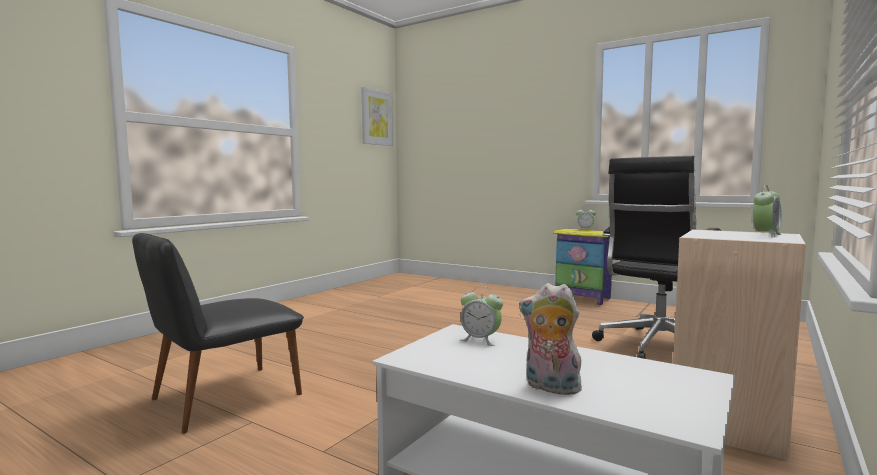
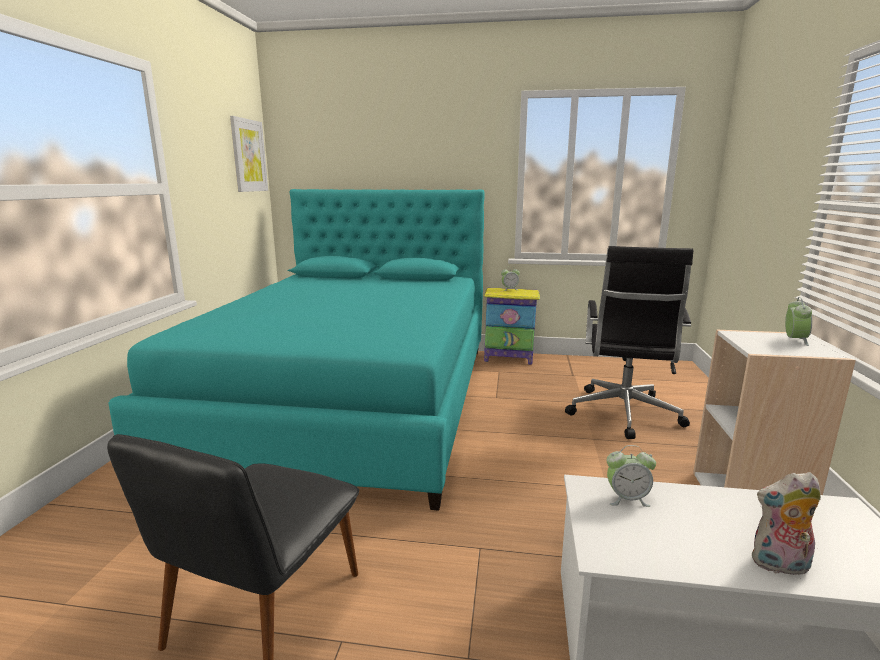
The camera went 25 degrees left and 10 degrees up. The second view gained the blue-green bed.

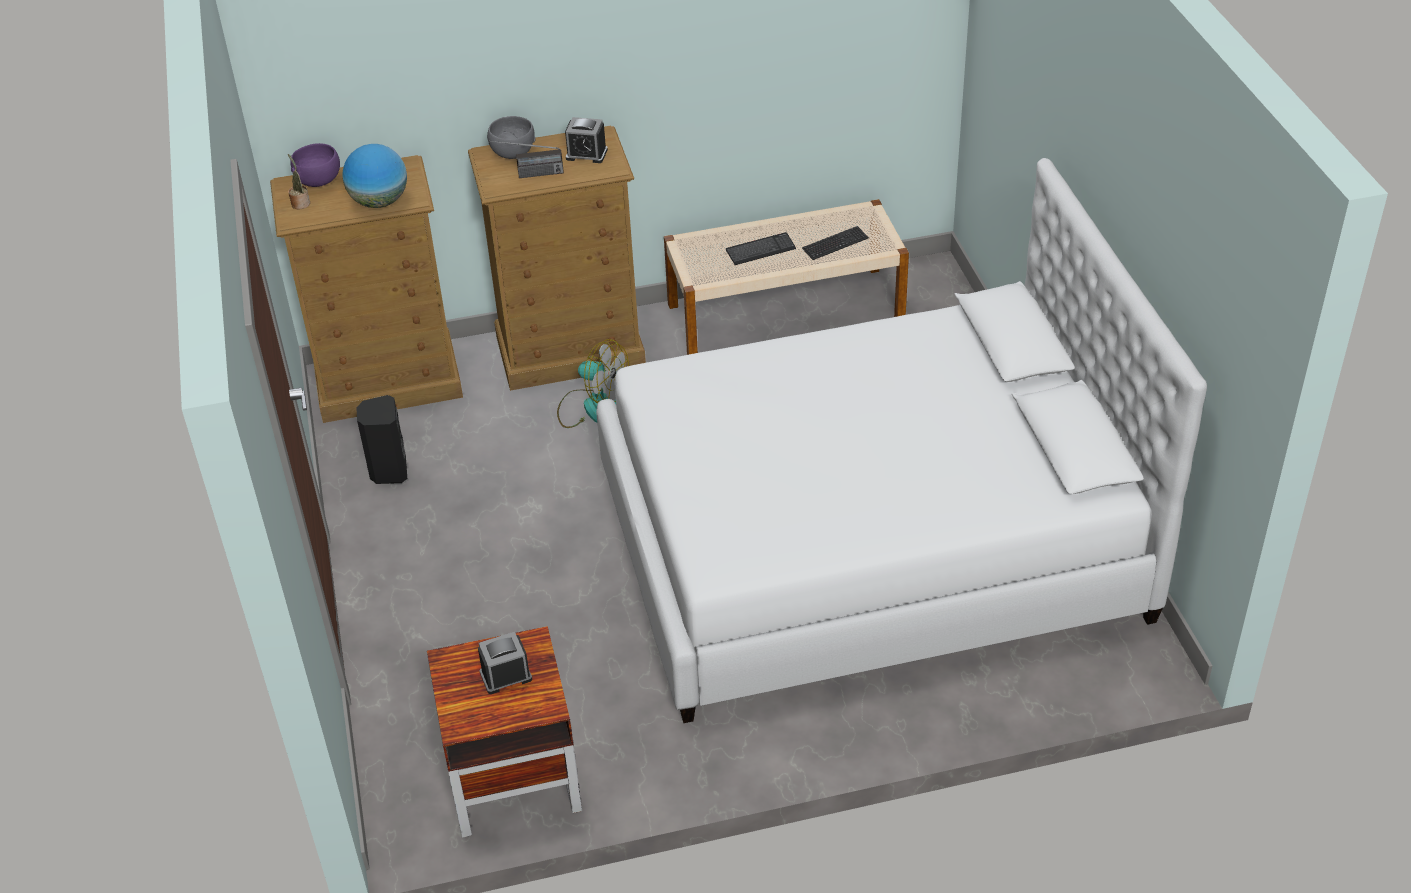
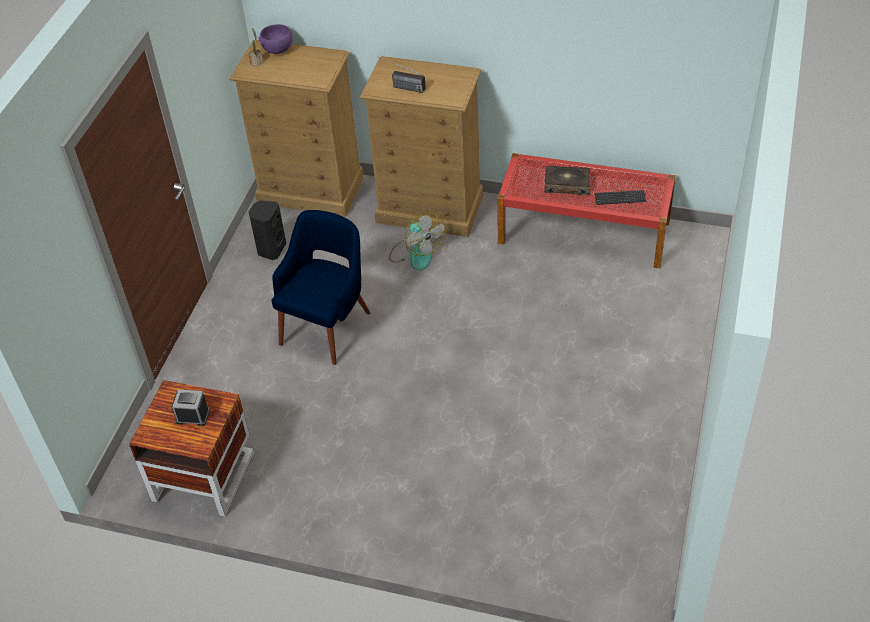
The camera went 30 degrees right and 5 degrees up. The second view lost the desk globe. The second view lost the grey deep dish. The second view lost the table clock (2nd from left). The second view lost the whitish bed. What was the sand-coloured bench turned into the red-coloured bench. Where the computer keyboard (1st from left) stood, the volume came to stand. The second view gained the bluish lounge chair.

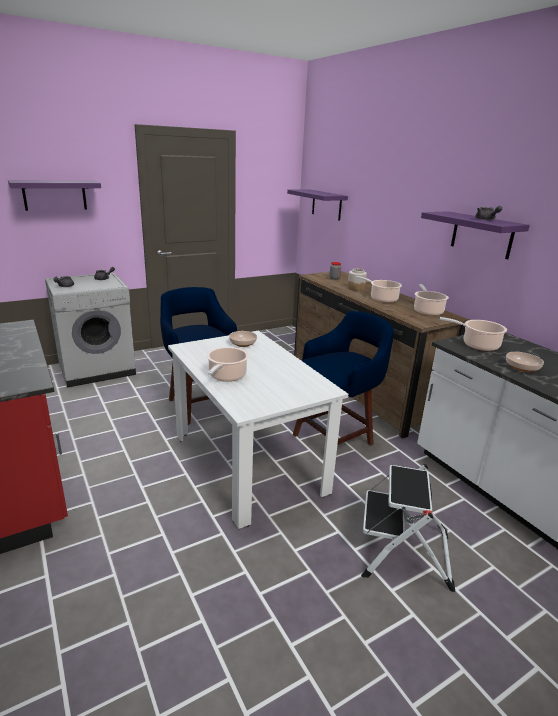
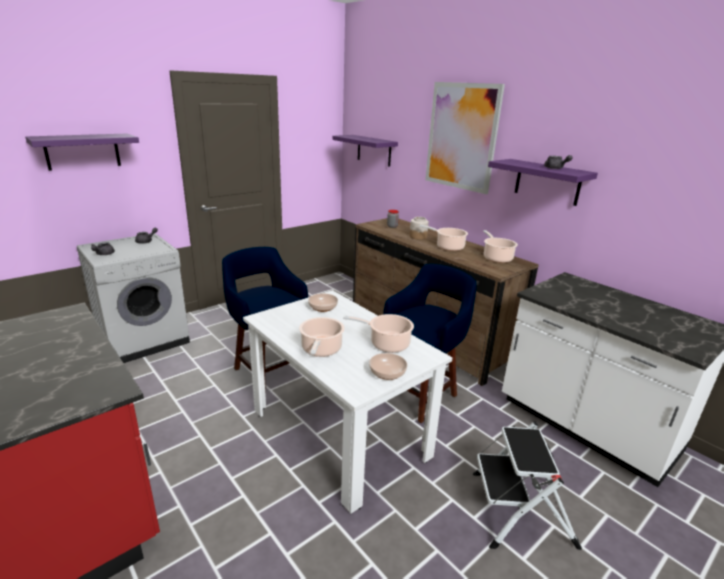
The camera went 10 degrees left and 0 degrees up. The cooking pot (4th from left in the first image) ended up elsewhere. The deep dish (2nd from left) ended up elsewhere. The second view gained the picture.

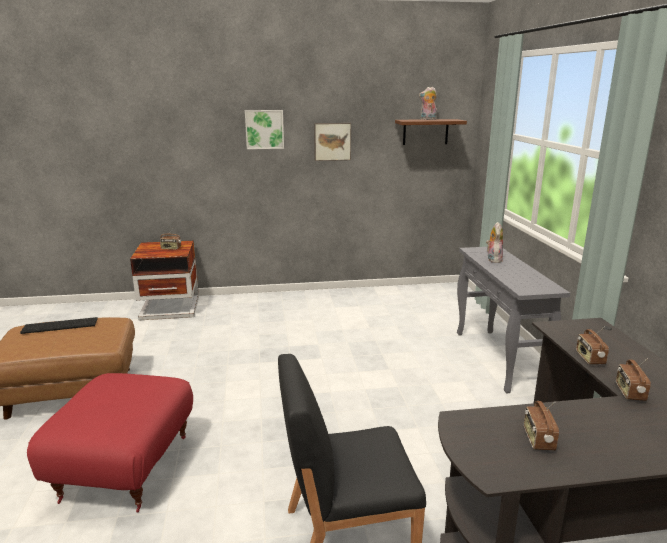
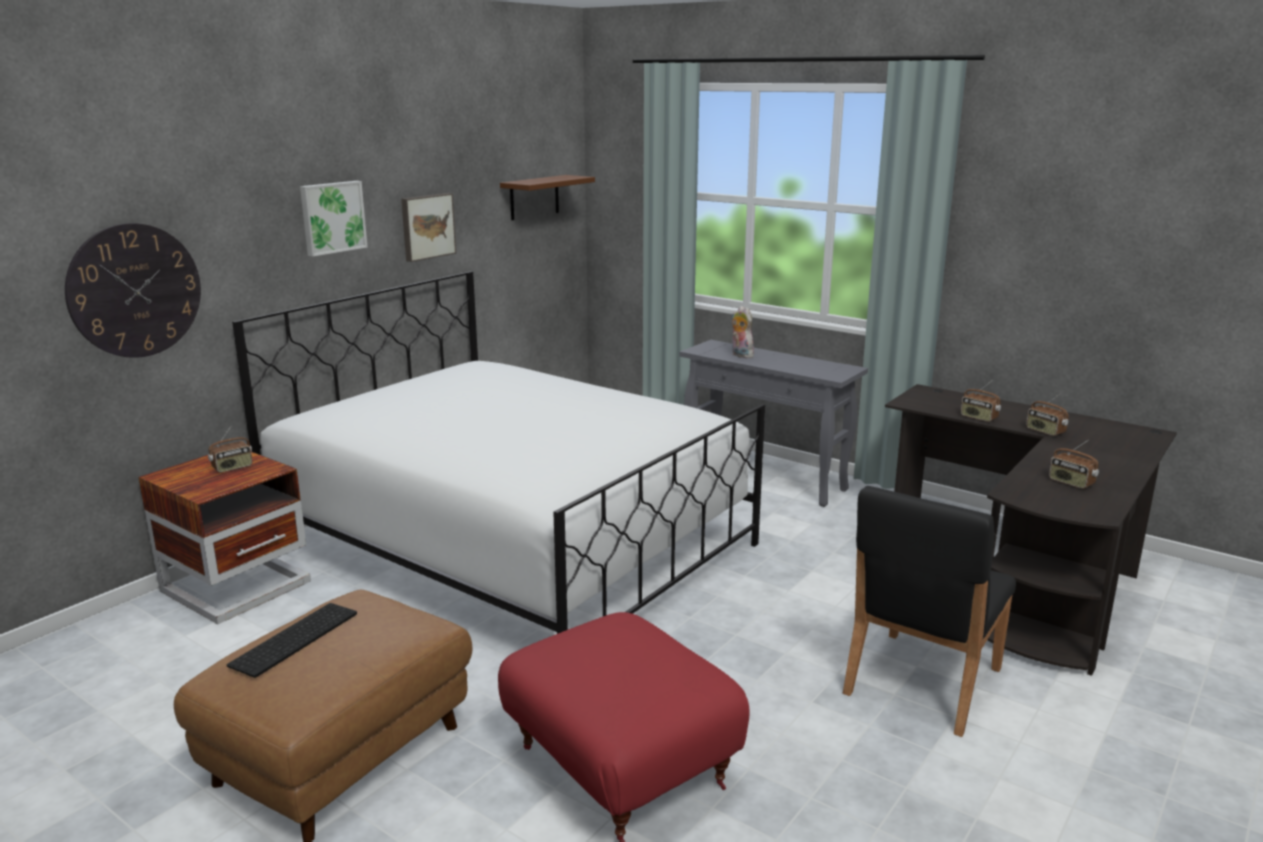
The camera went 45 degrees left and 0 degrees up. The second view lost the soft toy (1st from left). The second view gained the clock on the wall. The second view gained the whitish bed.

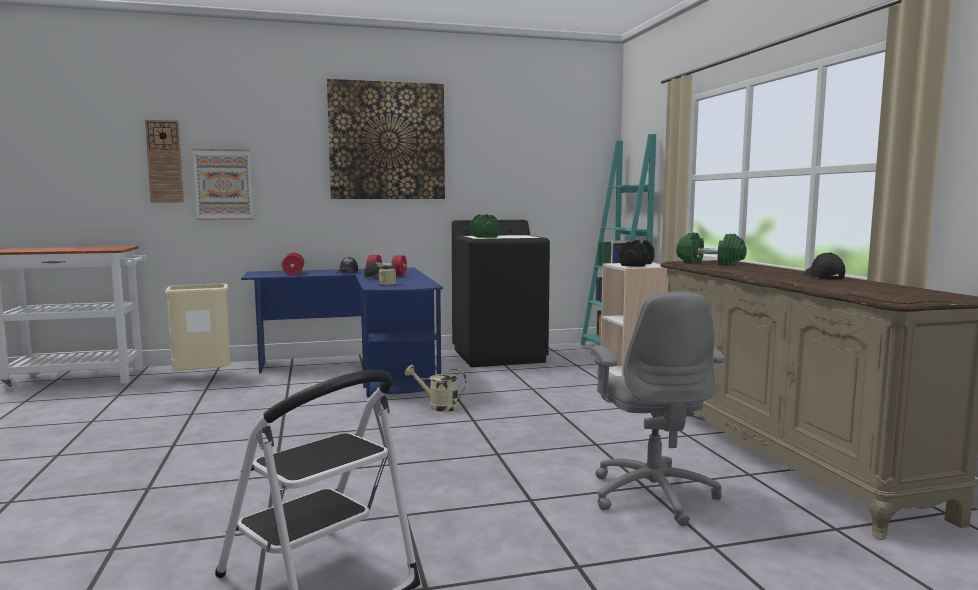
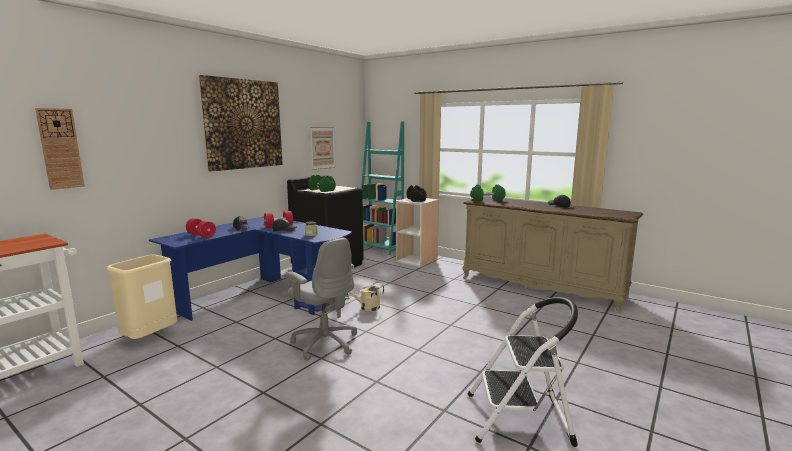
The camera went 40 degrees left and 5 degrees up. The picture (1st from left in the first image) ended up elsewhere. The grey office chair ended up elsewhere.

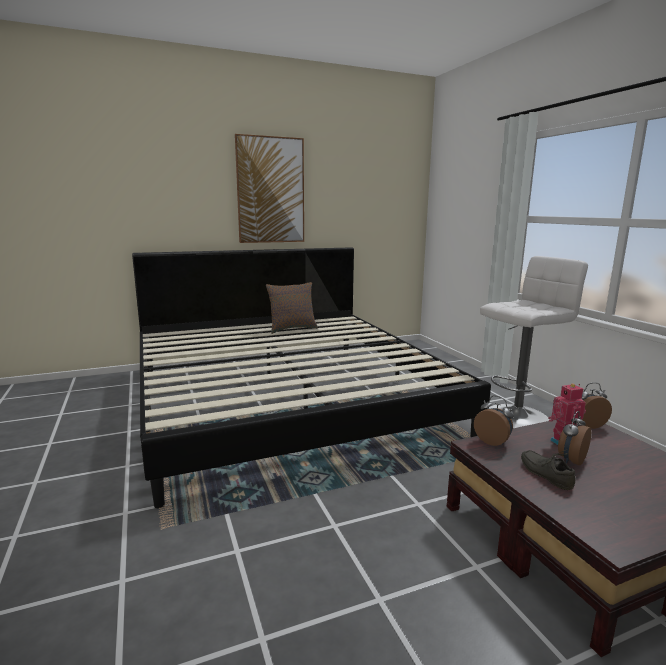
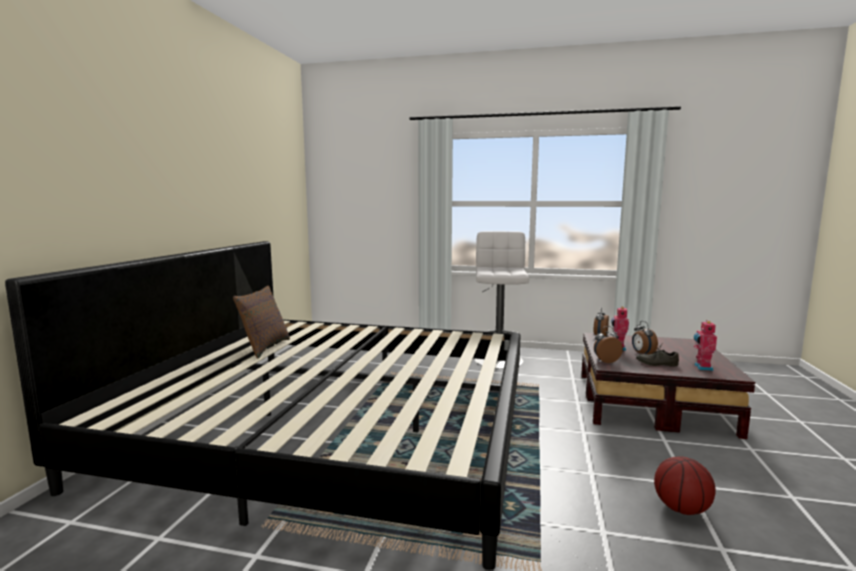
The camera went 55 degrees left and 5 degrees down. The second view lost the picture. The second view gained the ball for basketball. The second view gained the model robot (2nd from left).

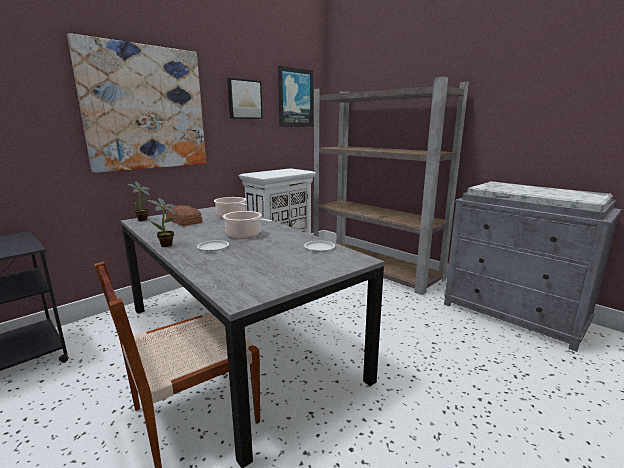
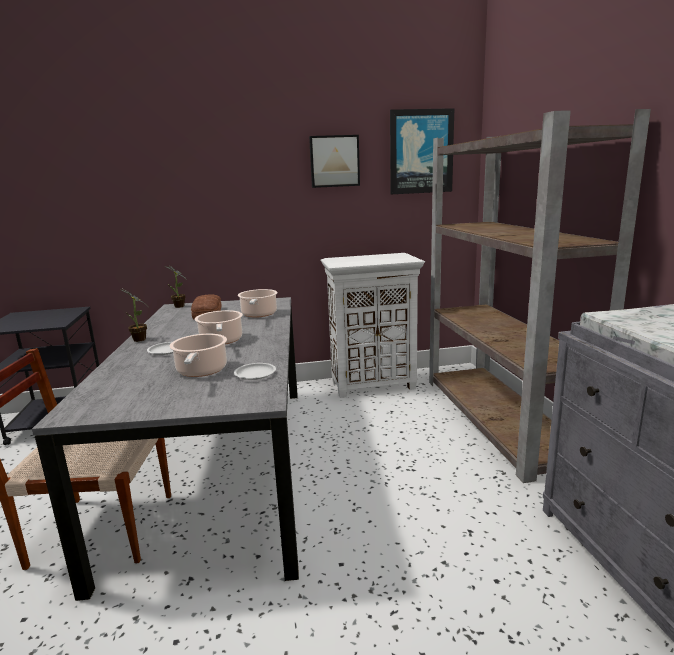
The camera went 35 degrees right and 0 degrees up. The second view lost the picture (1st from left). The second view gained the cooking pot (1st from left).

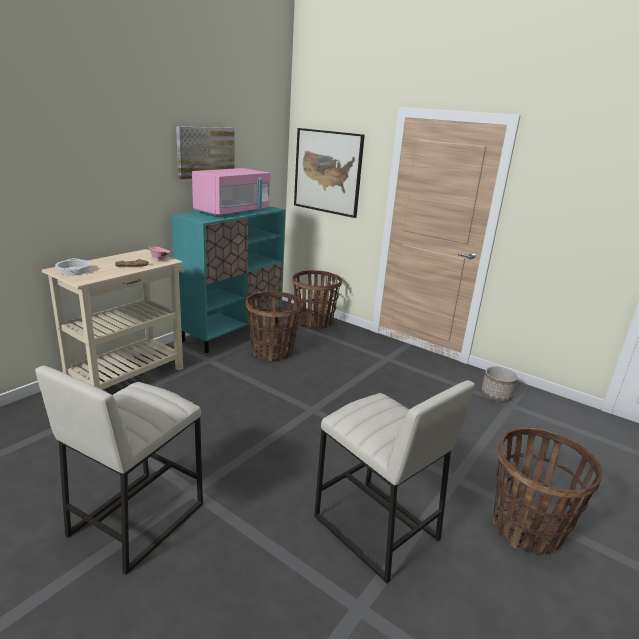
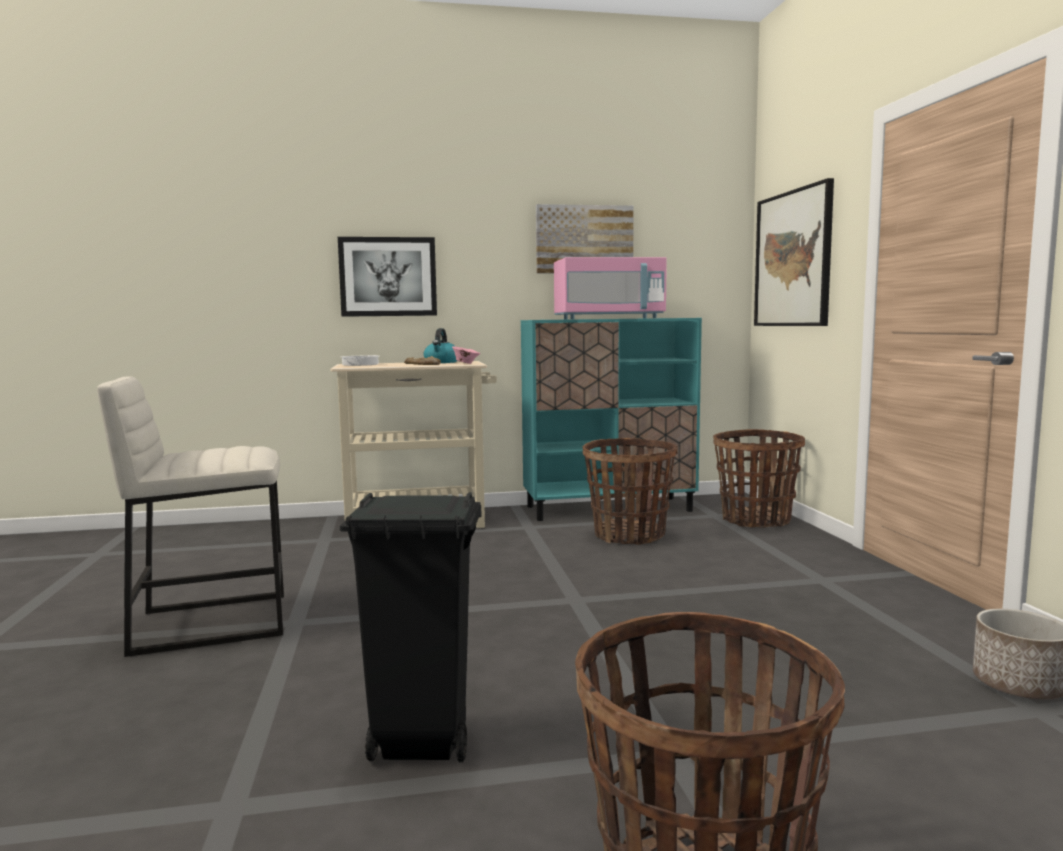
The camera went 45 degrees right and 15 degrees down. Where the sand-coloured stool seat (2nd from left) stood, the black-coloured trash can came to stand. The second view gained the picture (1st from left). The second view gained the tea kettle.

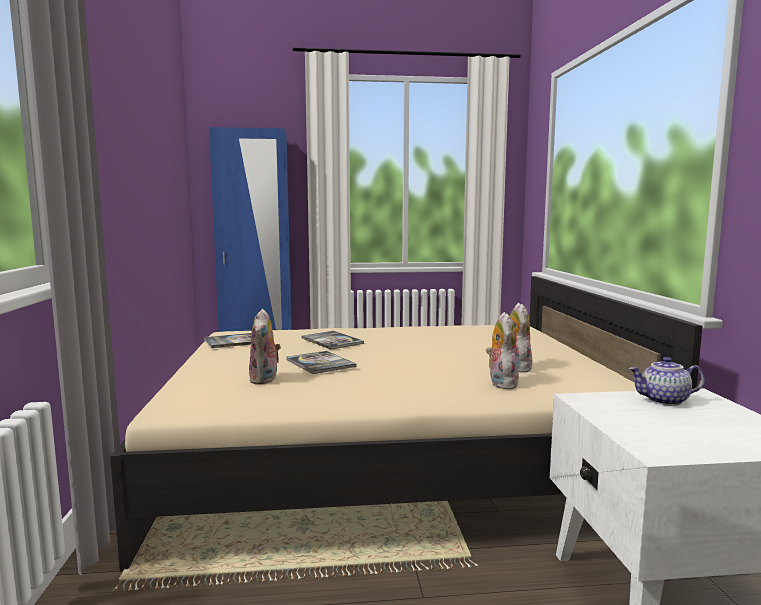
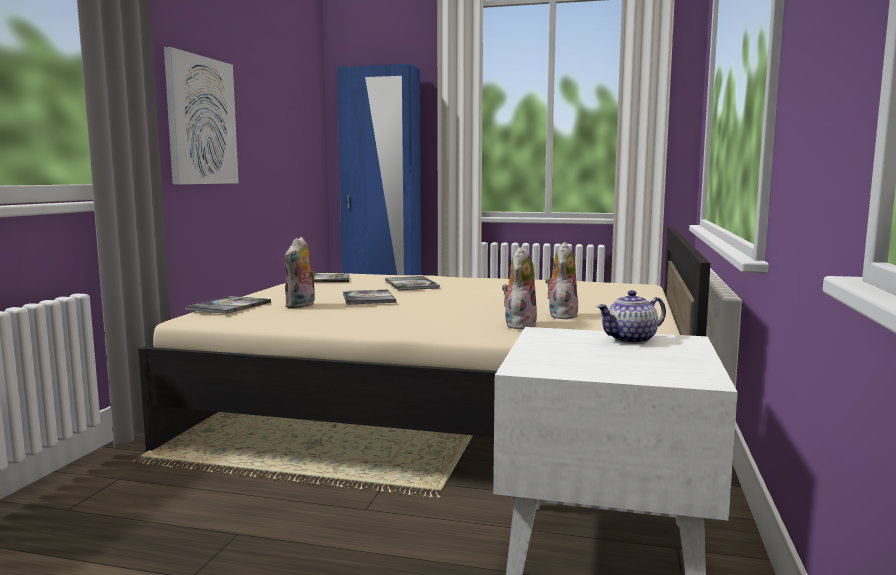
The camera went 20 degrees right and 0 degrees up. The pot for tea ended up facing another way, 45 degrees counterclockwise from before. The second view gained the picture. The second view gained the volume (1st from left).

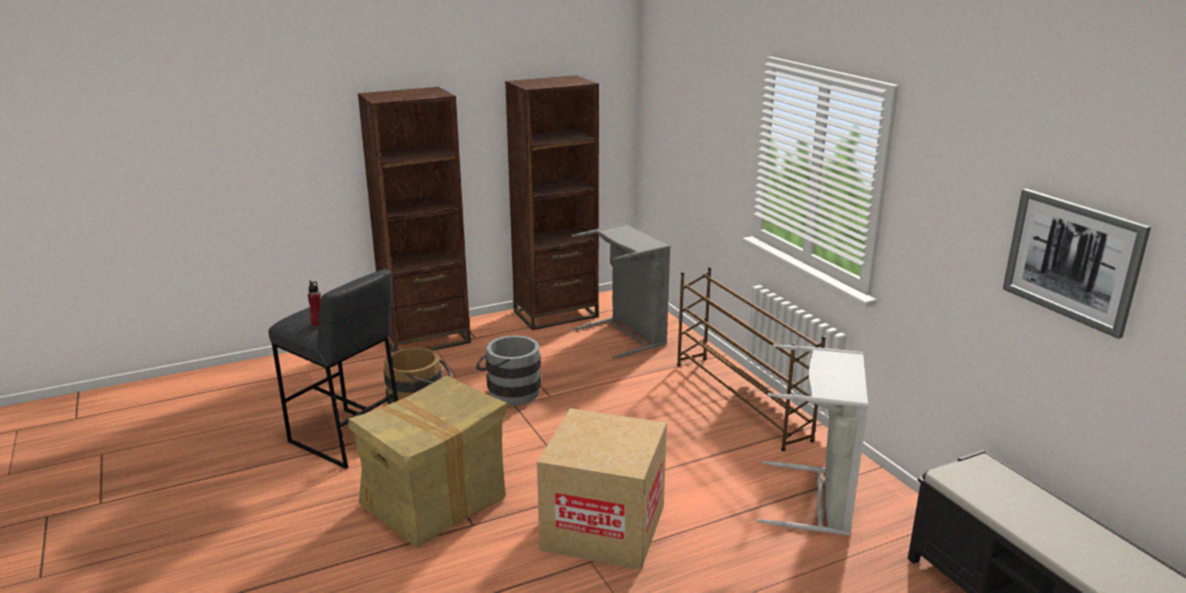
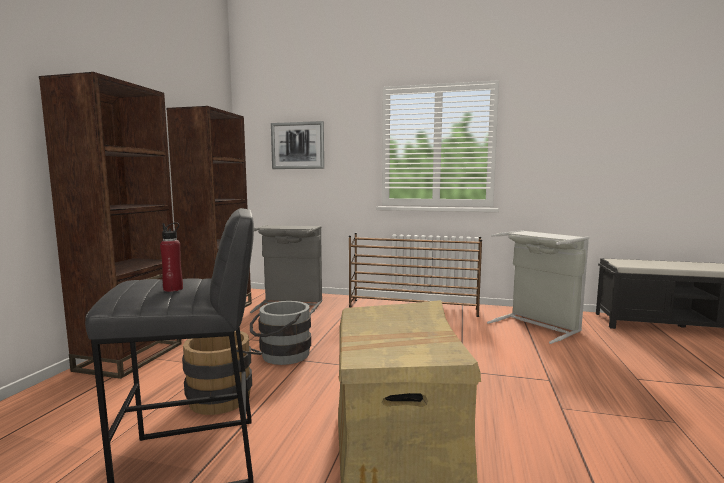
The camera went 50 degrees left and 15 degrees down. The second view lost the carton (2nd from left). The picture ended up elsewhere.

